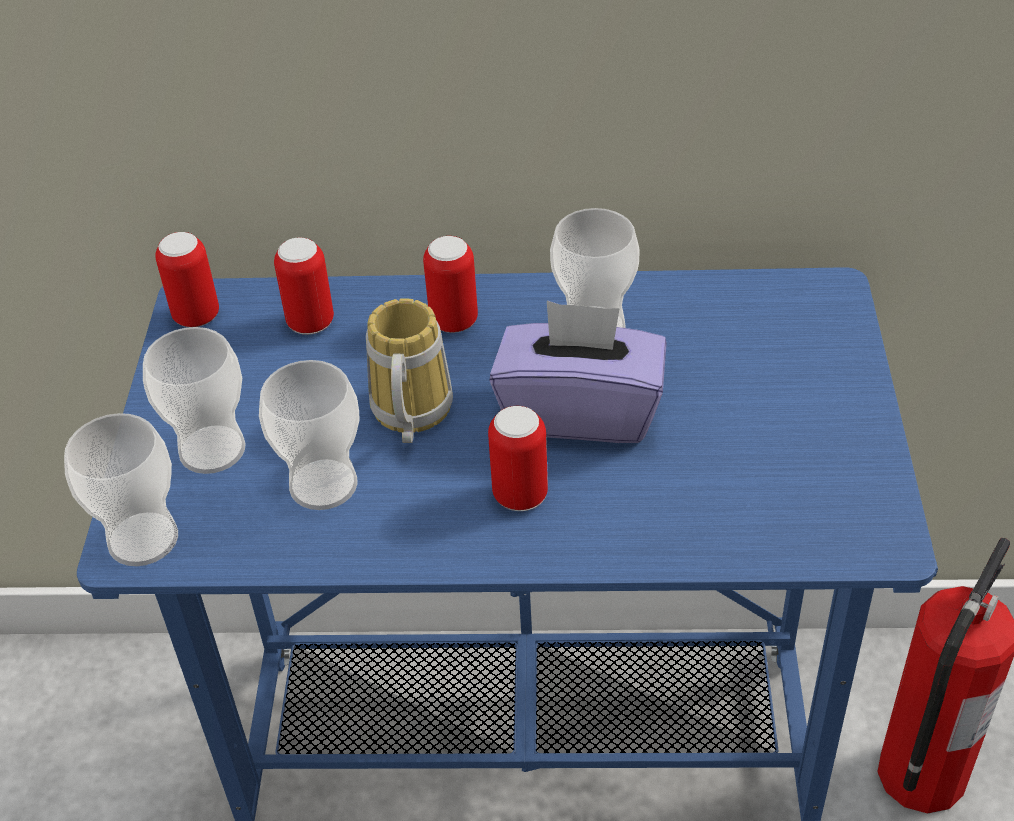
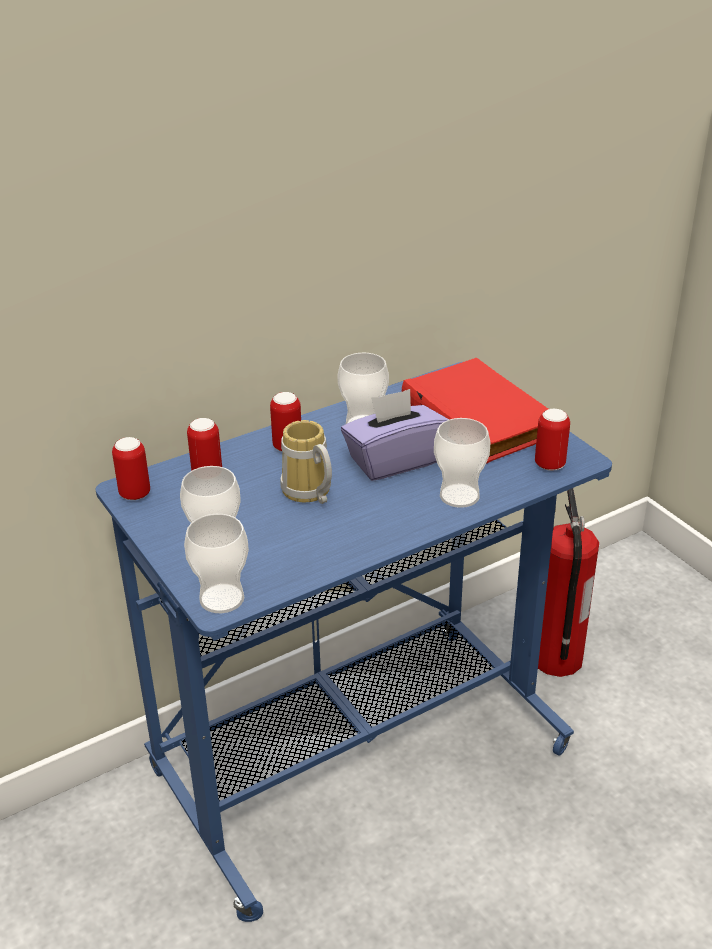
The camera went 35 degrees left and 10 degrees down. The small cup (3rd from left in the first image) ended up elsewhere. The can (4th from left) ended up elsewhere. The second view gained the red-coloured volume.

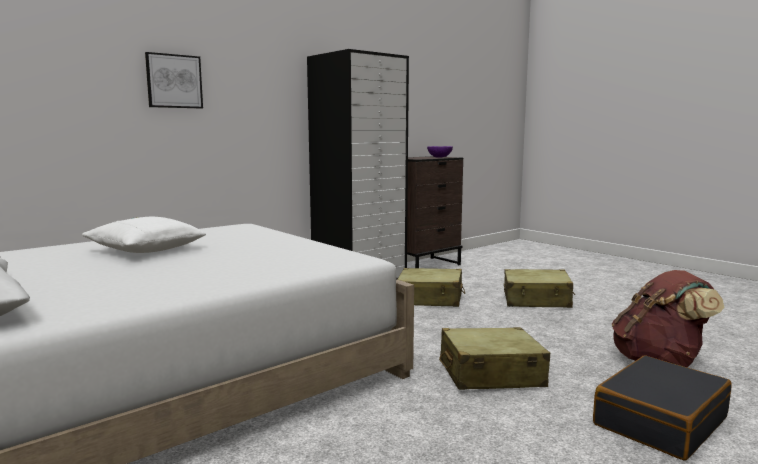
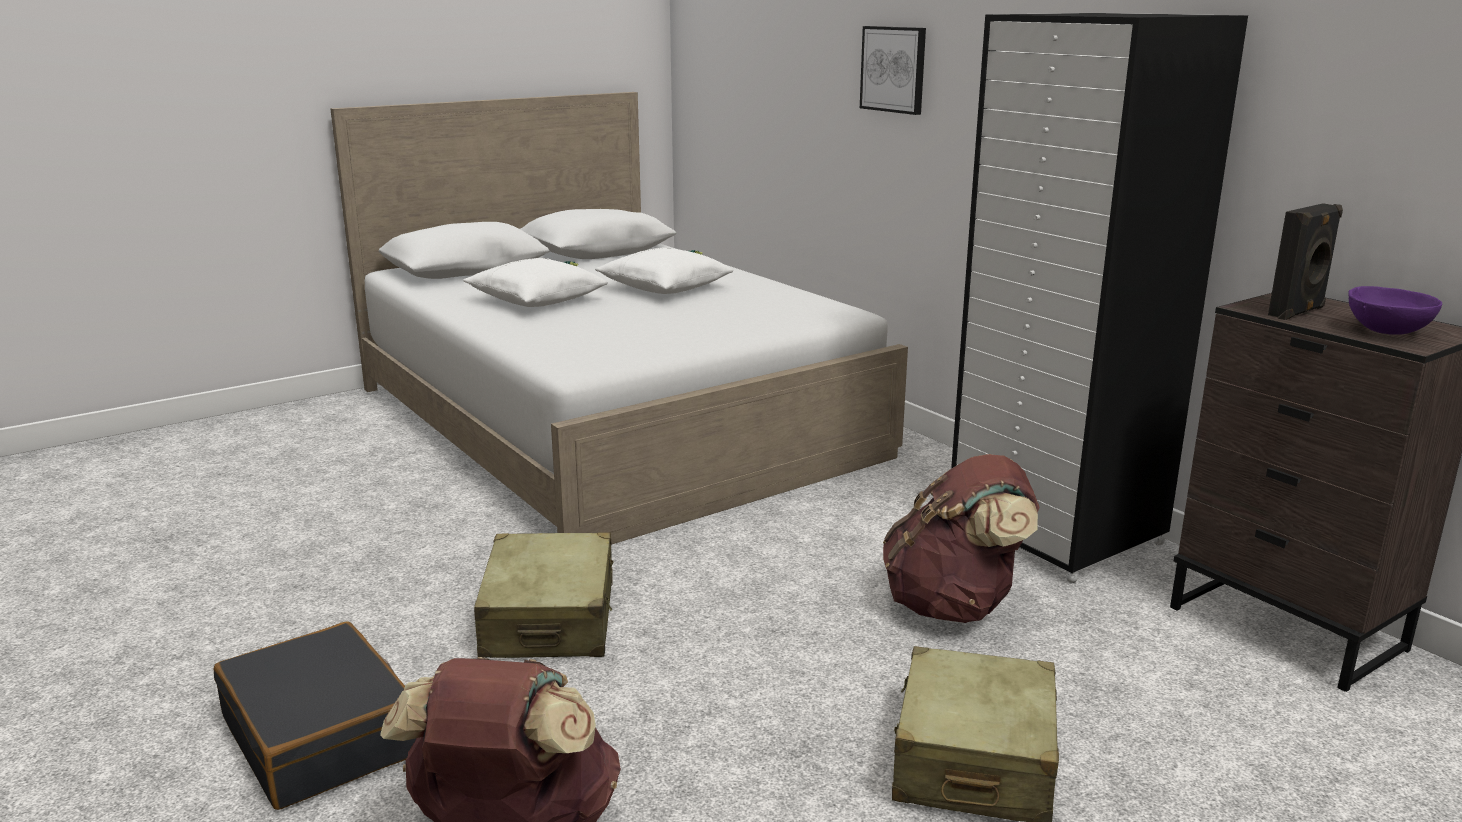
The camera went 95 degrees right and 10 degrees up. Where the sand-coloured travel case (1st from left) stood, the brown backpack (2nd from left) came to stand. The second view gained the whitish pillow (1st from left). The second view gained the black-coloured loudspeaker.

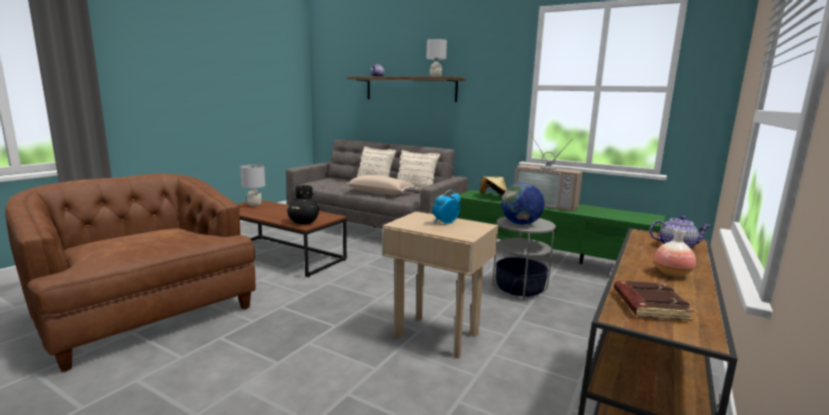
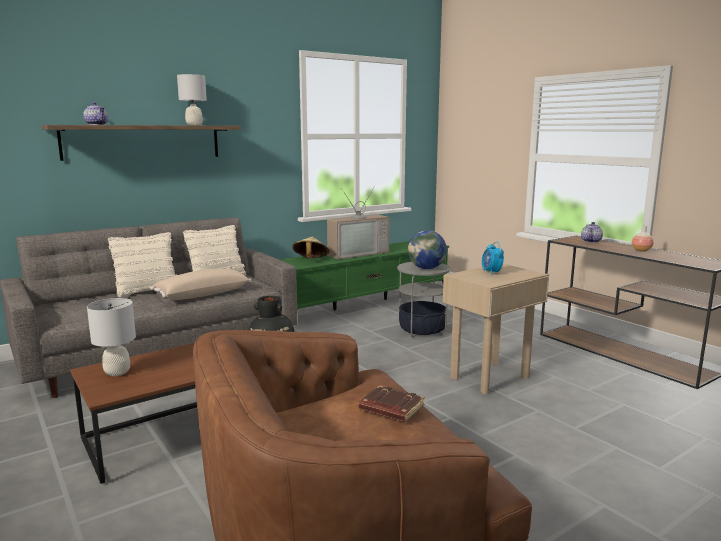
The camera went 65 degrees left and 0 degrees up. The brown volume ended up elsewhere.

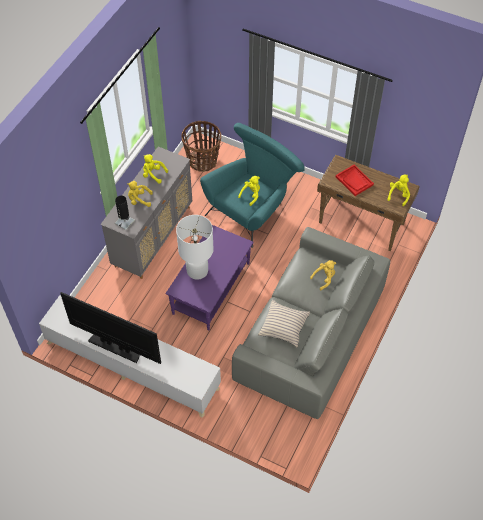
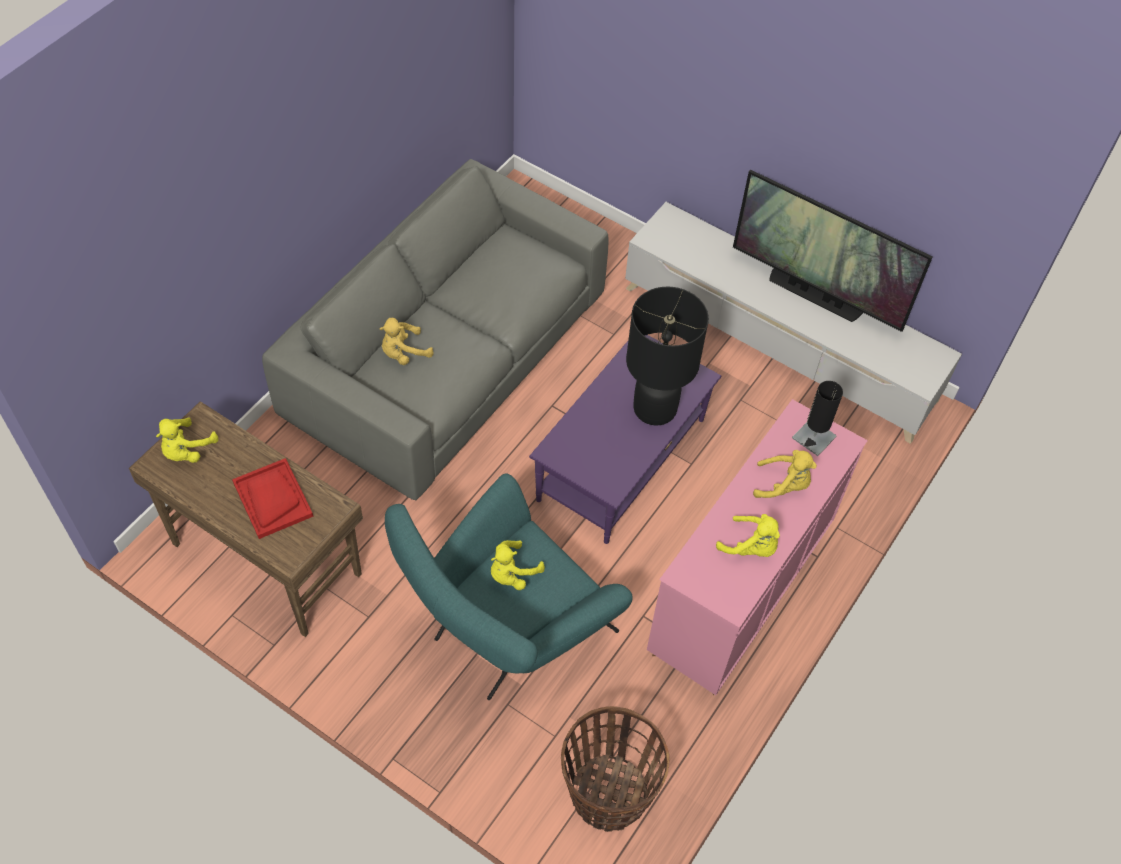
The camera went 175 degrees left and 0 degrees up. What was the grey cabinet turned into the pink cabinet. What was the whitish table lamp turned into the black-coloured table lamp (1st from left). The second view lost the sand-coloured pillow.

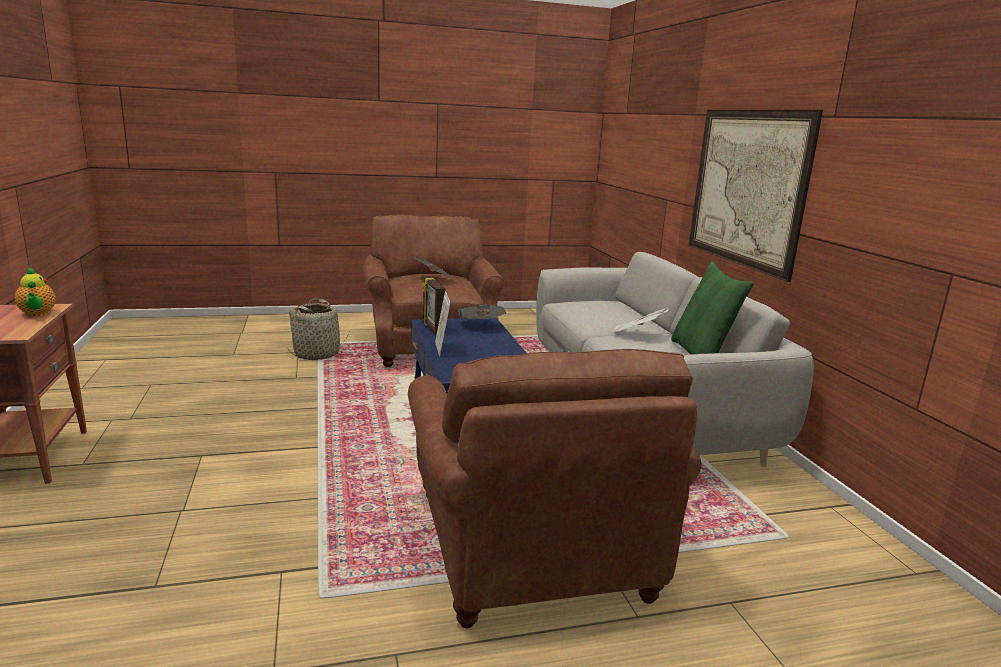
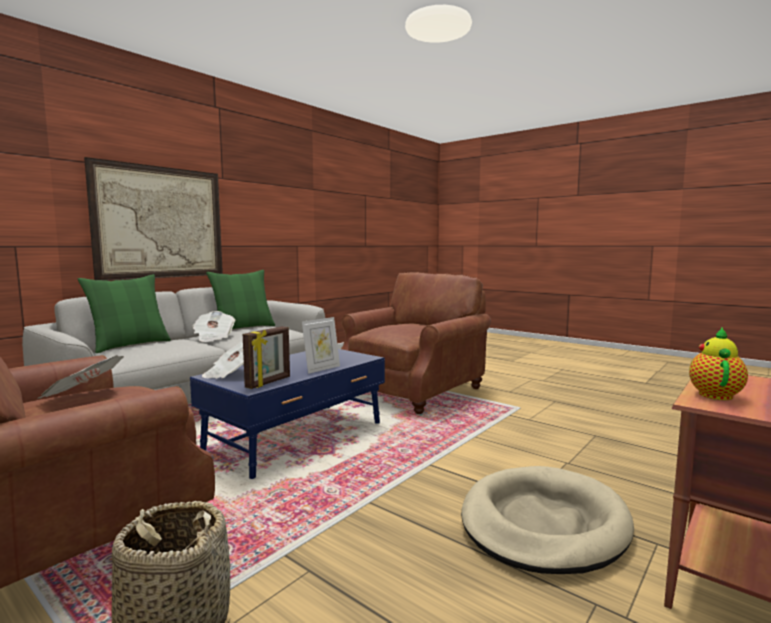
The camera went 125 degrees left and 10 degrees down. The second view gained the greenish pillow (1st from left). The second view gained the sand-coloured dog bed.

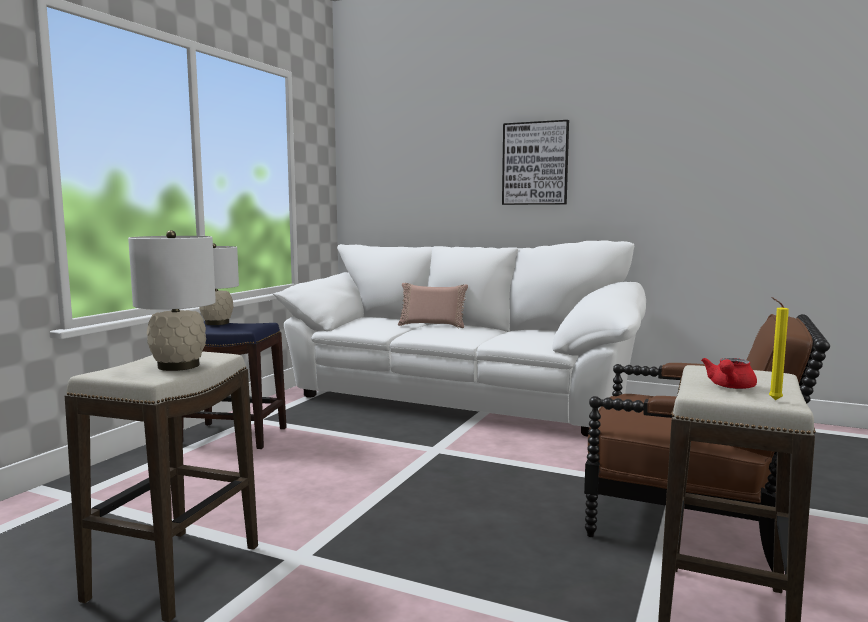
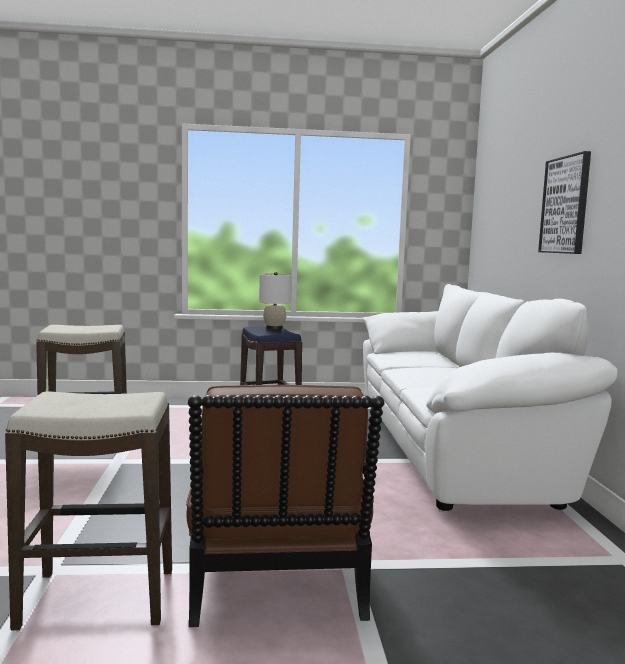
The camera went 60 degrees right and 0 degrees up. The second view lost the whitish table lamp (1st from left). The second view lost the sand-coloured pillow. The second view lost the red-coloured pot for tea. The second view lost the yellow-coloured wax light.

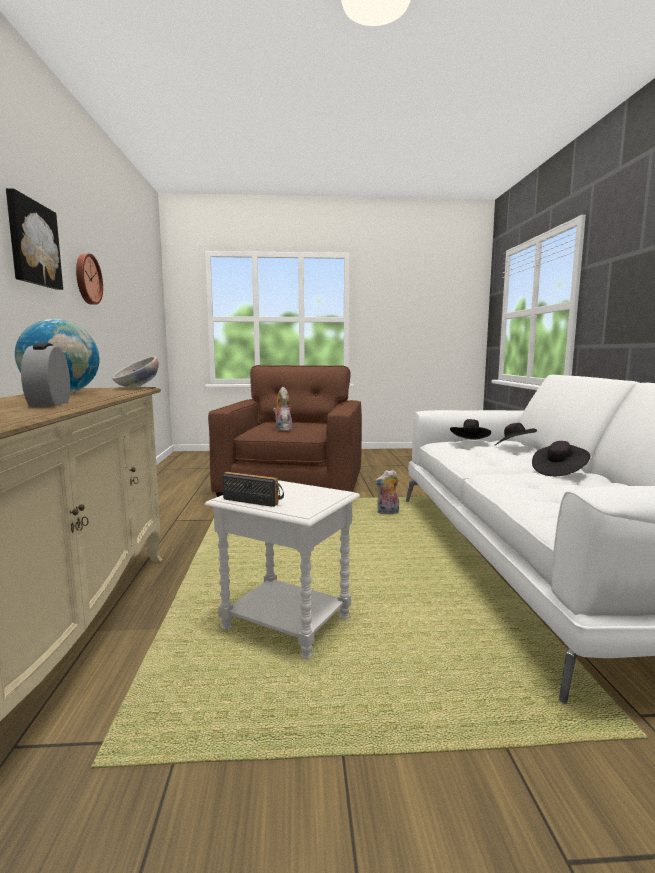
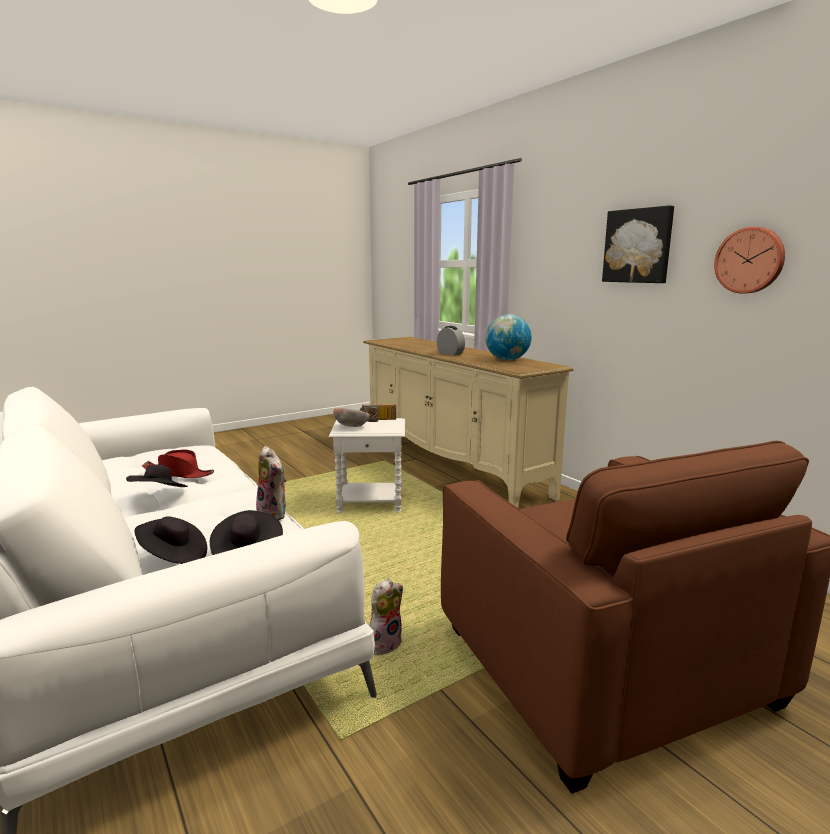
The camera went 150 degrees right and 5 degrees up. The deep dish ended up elsewhere. The soft toy (1st from left) ended up elsewhere. The second view gained the red-coloured clothing hat.

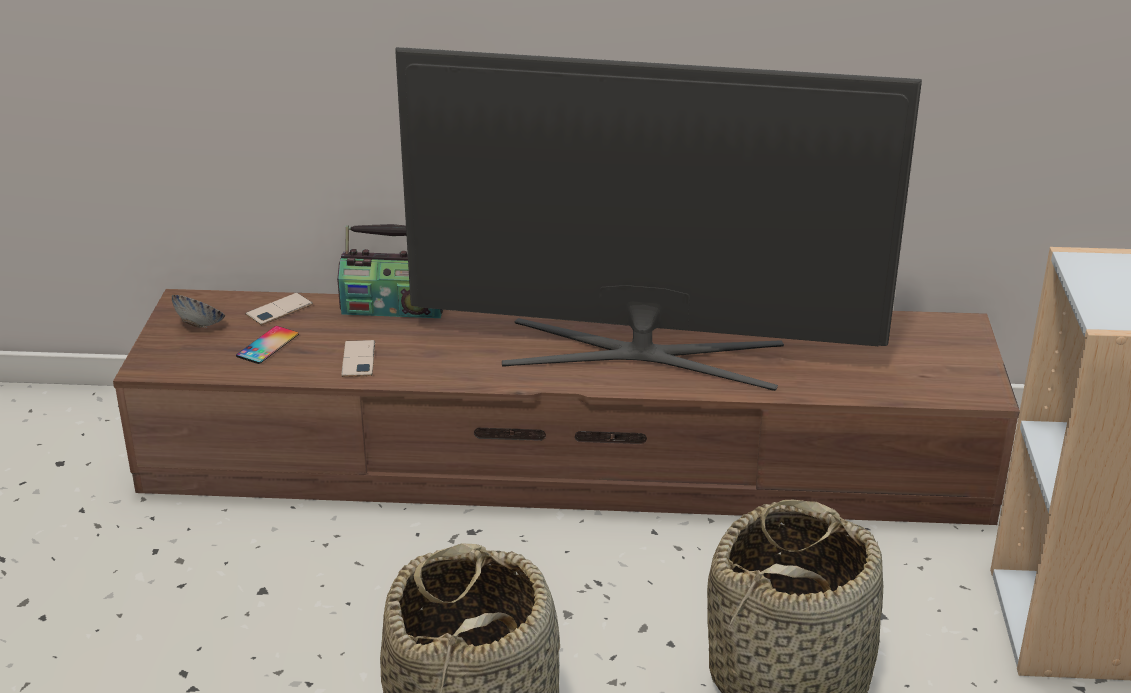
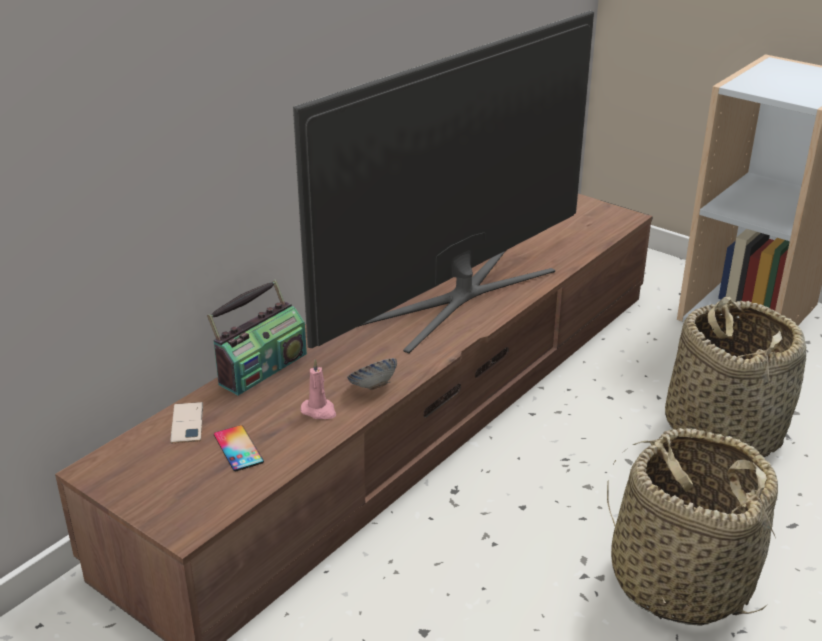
The camera went 55 degrees left and 0 degrees up. The deep dish ended up elsewhere. Where the handset (3rd from left) stood, the pink wax light came to stand.

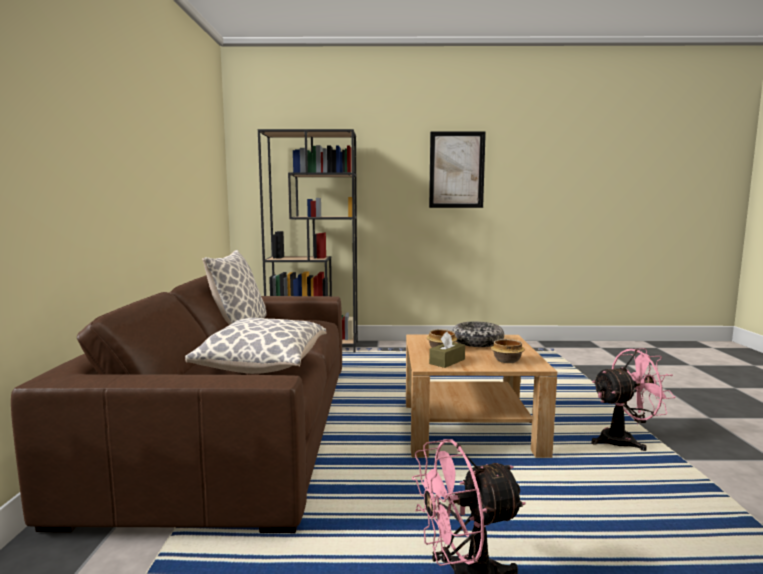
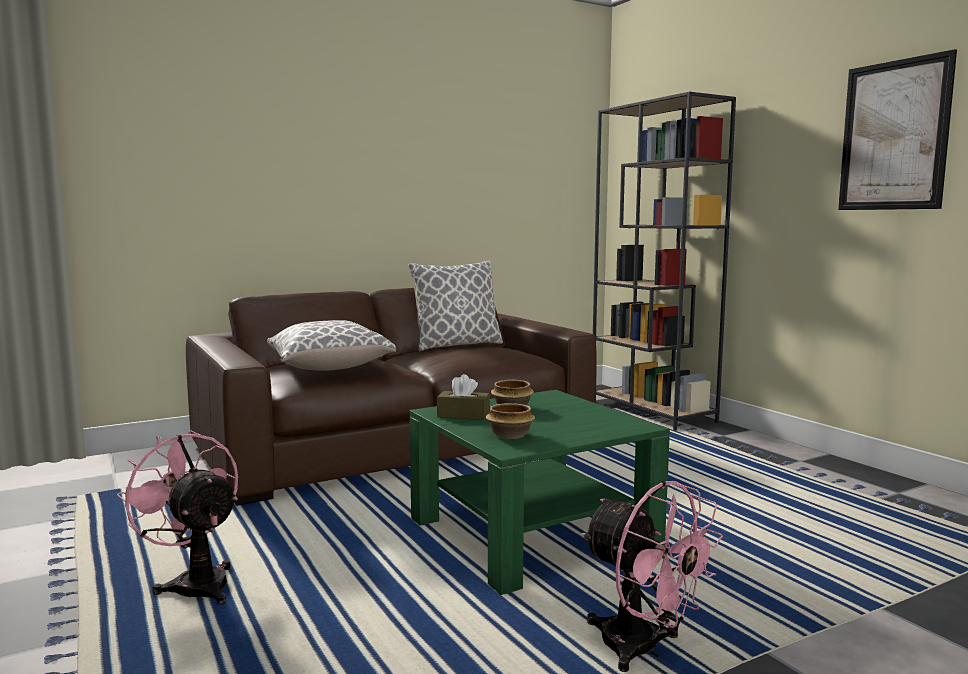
The camera went 60 degrees right and 0 degrees up. What was the brown lounge table turned into the greenish lounge table. The second view lost the deep dish (2nd from left).

